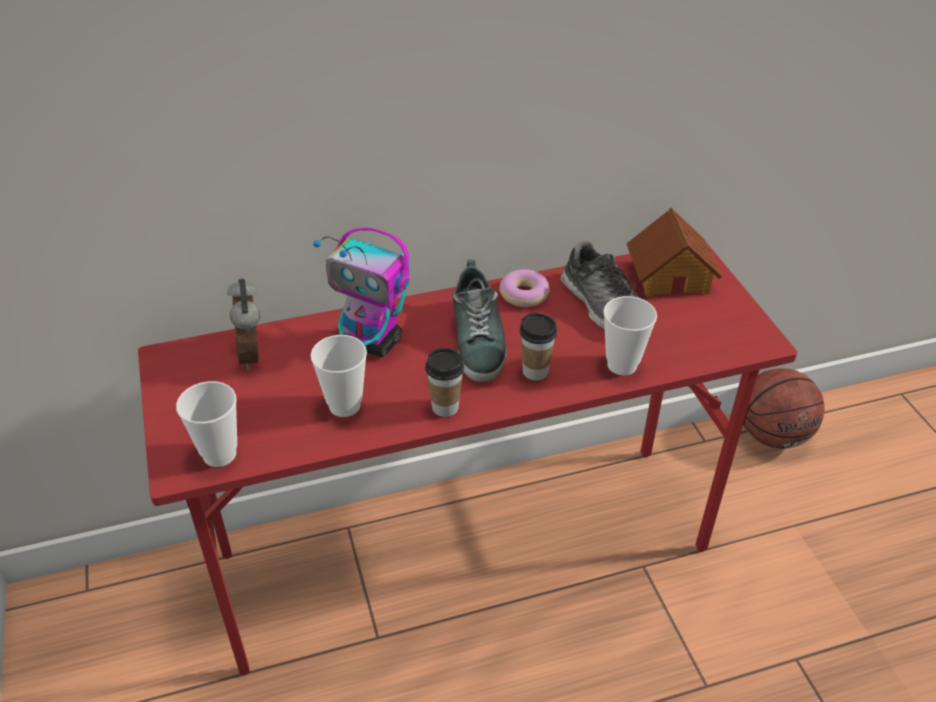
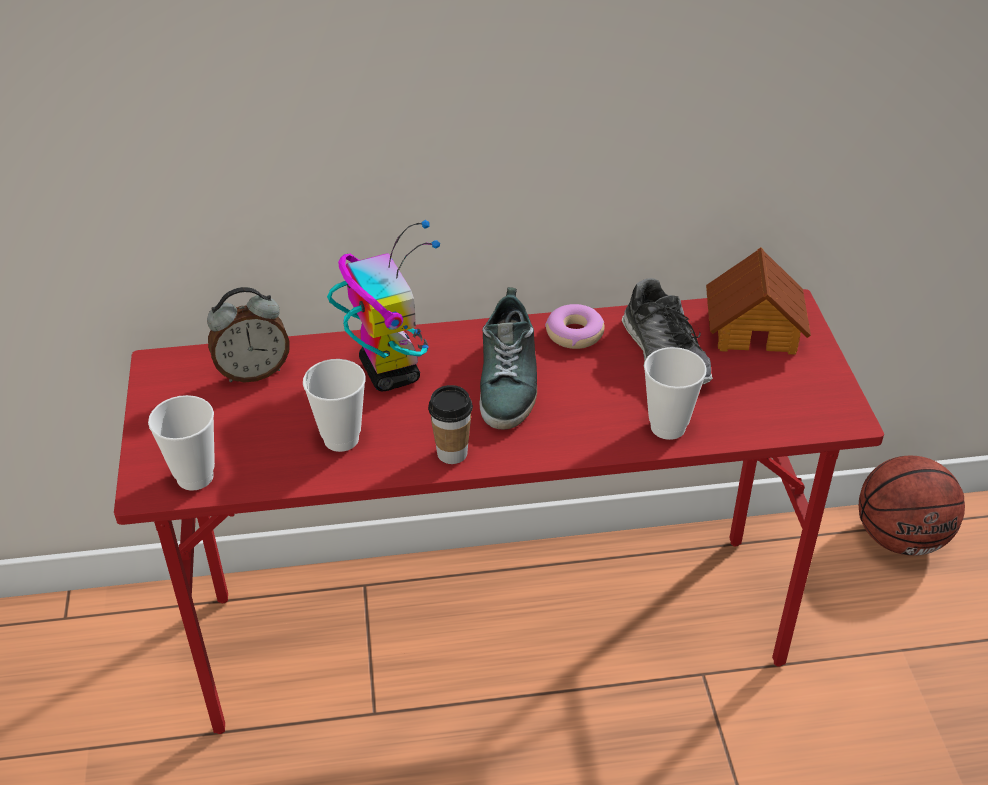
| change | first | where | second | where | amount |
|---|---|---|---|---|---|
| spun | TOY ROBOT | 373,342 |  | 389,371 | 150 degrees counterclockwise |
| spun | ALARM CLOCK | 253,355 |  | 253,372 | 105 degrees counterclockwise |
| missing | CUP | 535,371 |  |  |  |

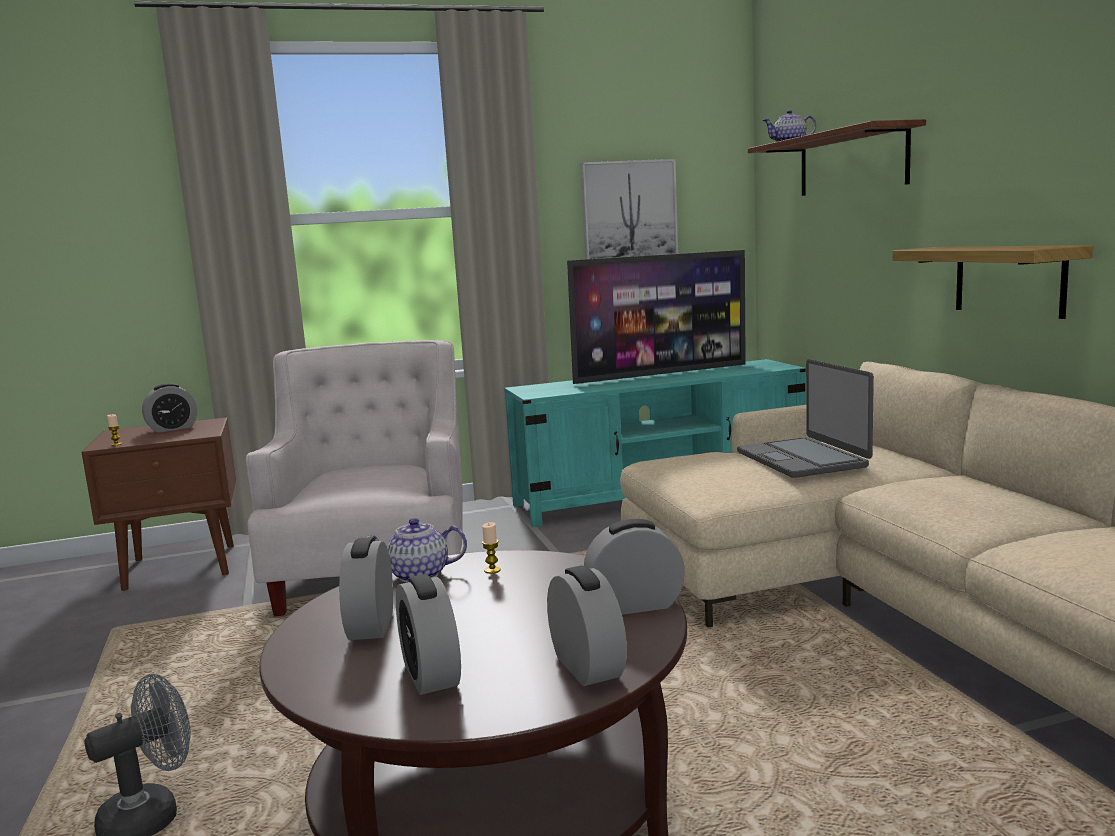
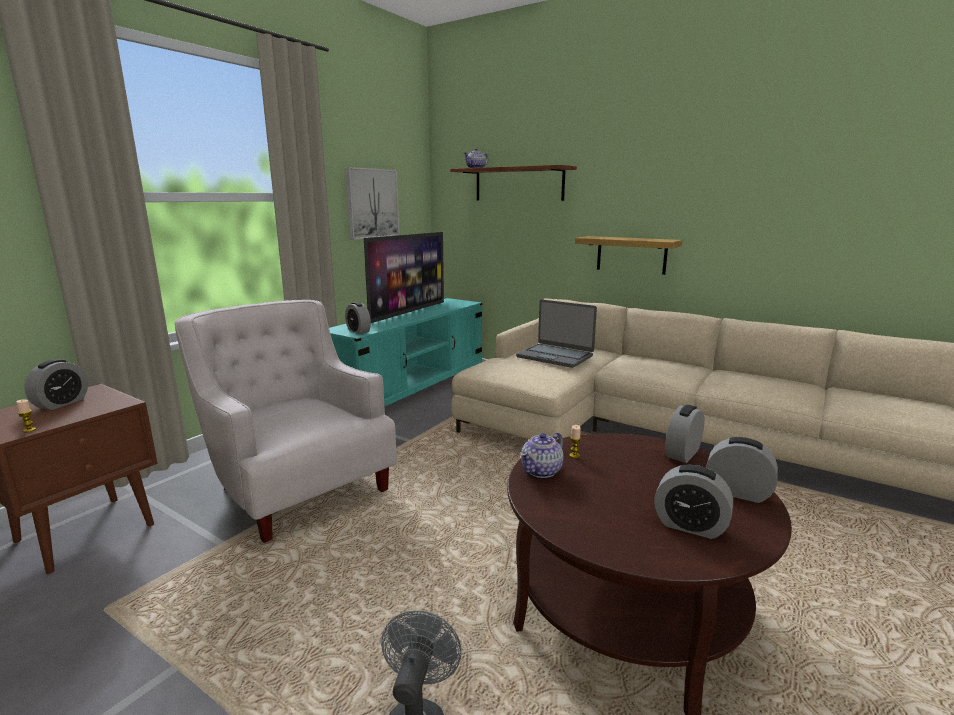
| change | first | where | second | where | amount |
|---|---|---|---|---|---|
| relocated | ALARM CLOCK | 371,625 |  | 358,331 |  |

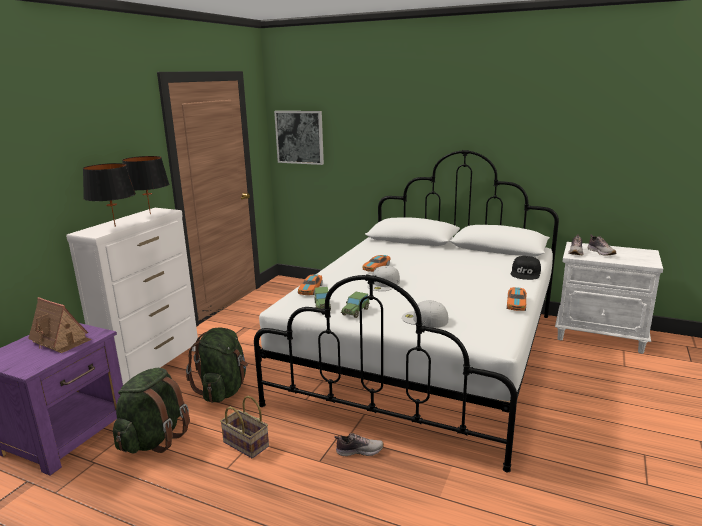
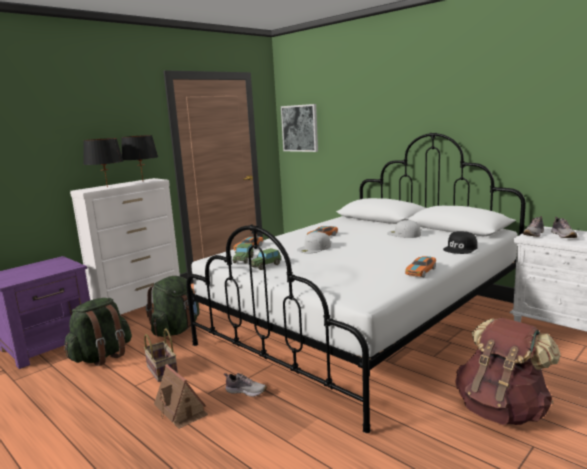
| change | first | where | second | where | amount |
|---|---|---|---|---|---|
| relocated | TOY HOUSE | 61,340 |  | 181,410 |  |
| relocated | WHITE CAP | 424,319 |  | 403,234 |  |
| appeared |  |  | BROWN BACKPACK | 502,410 |  |

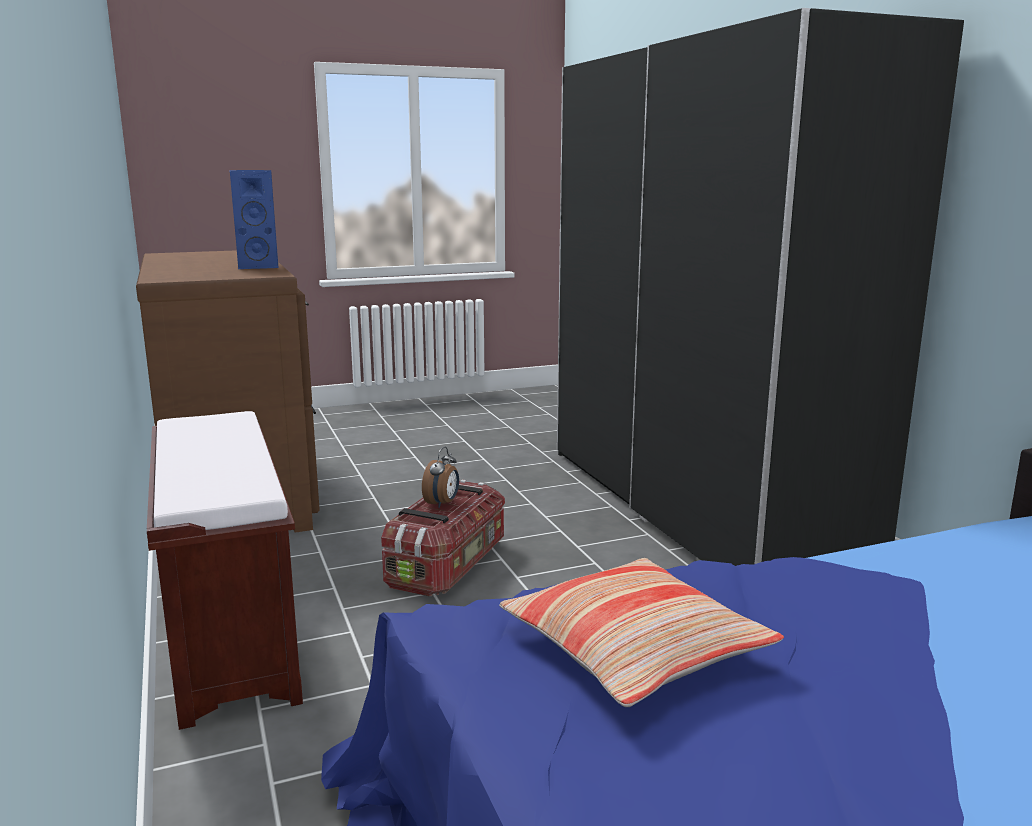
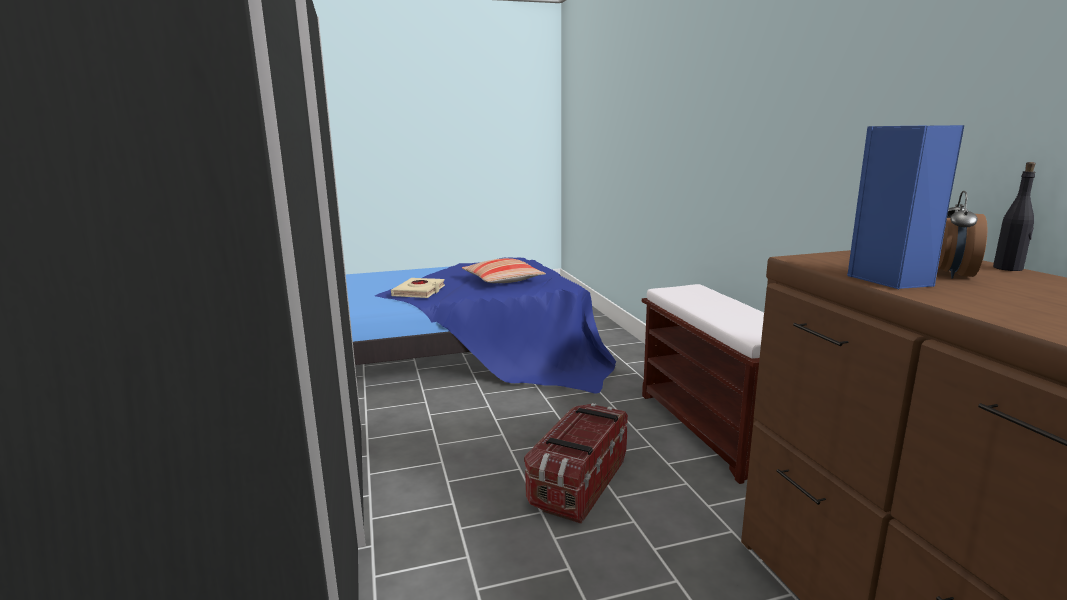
| change | first | where | second | where | amount |
|---|---|---|---|---|---|
| relocated | ALARM CLOCK | 442,503 |  | 951,275 |  |
| appeared |  |  | BLACK BOTTLE | 1008,268 |  |
| appeared |  |  | BEIGE BOOK | 419,292 |  |

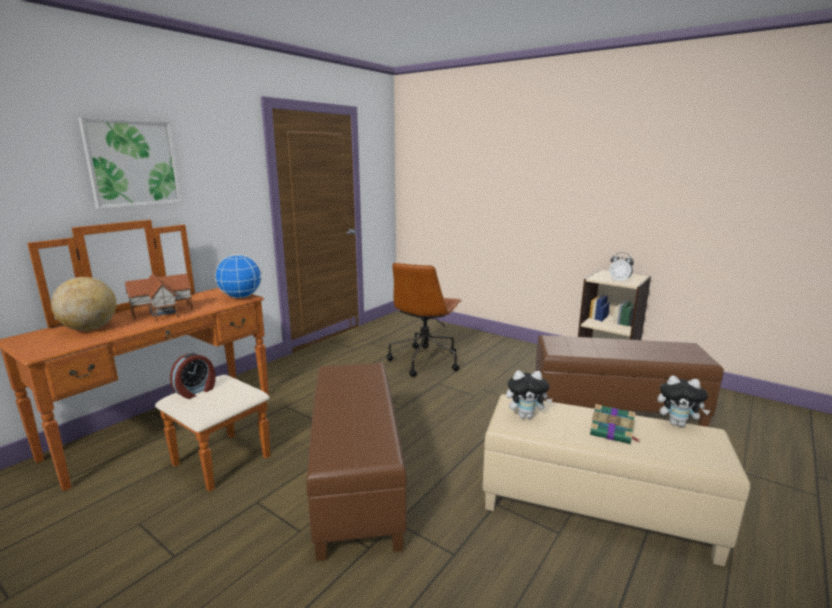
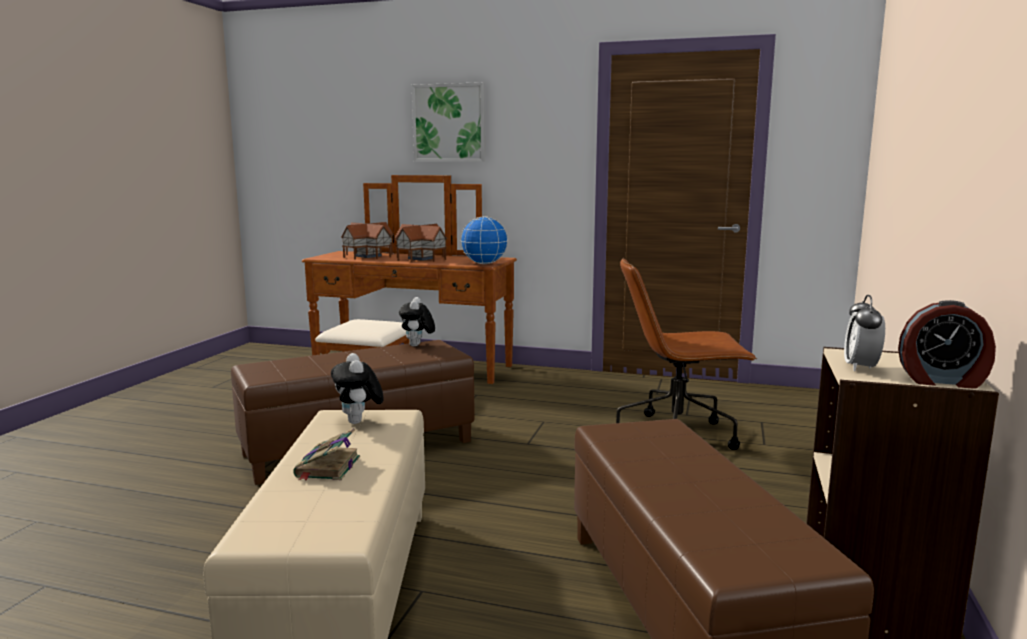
| change | first | where | second | where | amount |
|---|---|---|---|---|---|
| exchanged | GLOBE | 90,329 | TOY HOUSE | 369,256 |  |
| relocated | ALARM CLOCK | 196,391 |  | 942,381 |  |
| relocated | PLUSH TOY | 678,423 |  | 417,346 |  |

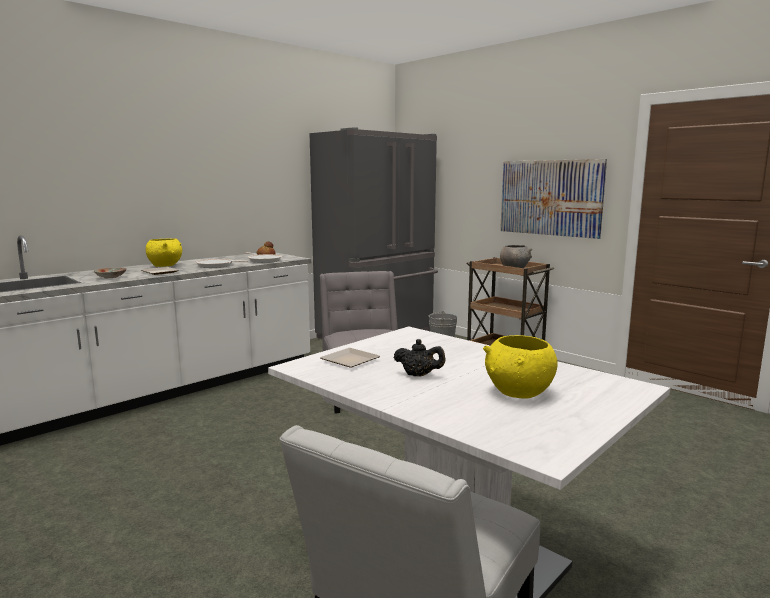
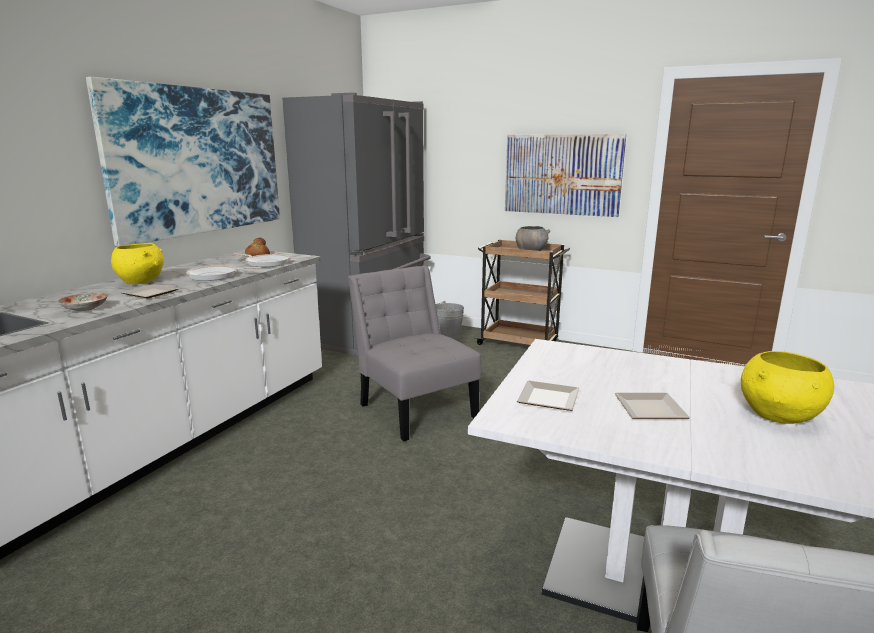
| change | first | where | second | where | amount |
|---|---|---|---|---|---|
| exchanged | BLACK TEAPOT | 419,375 | PLATE | 651,408 |  |
| appeared |  |  | PICTURE | 198,161 |  |

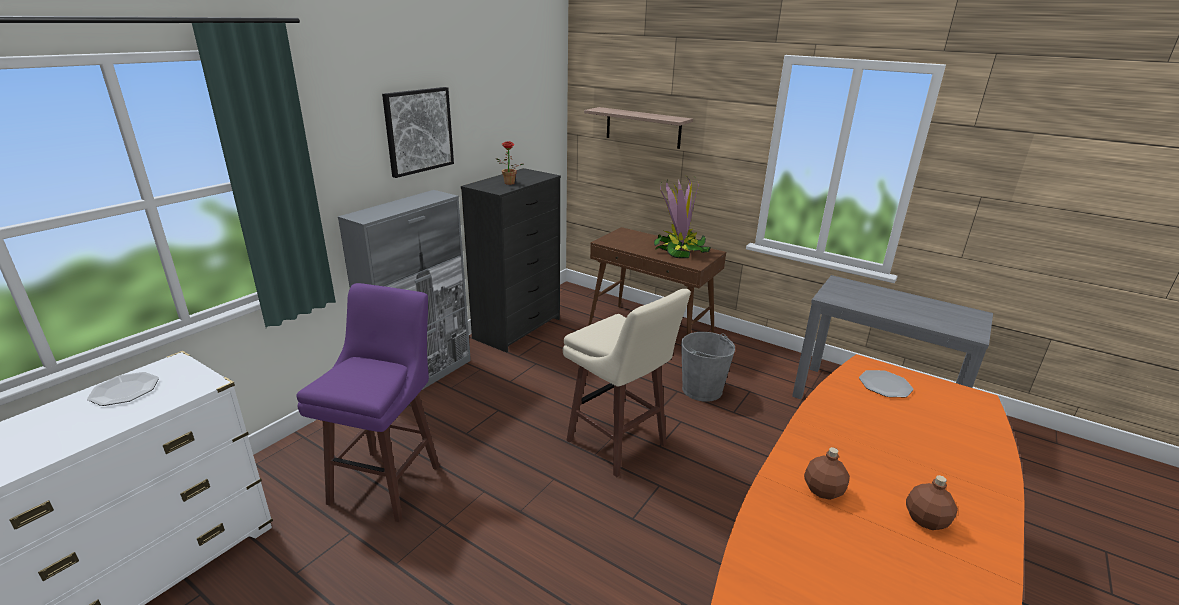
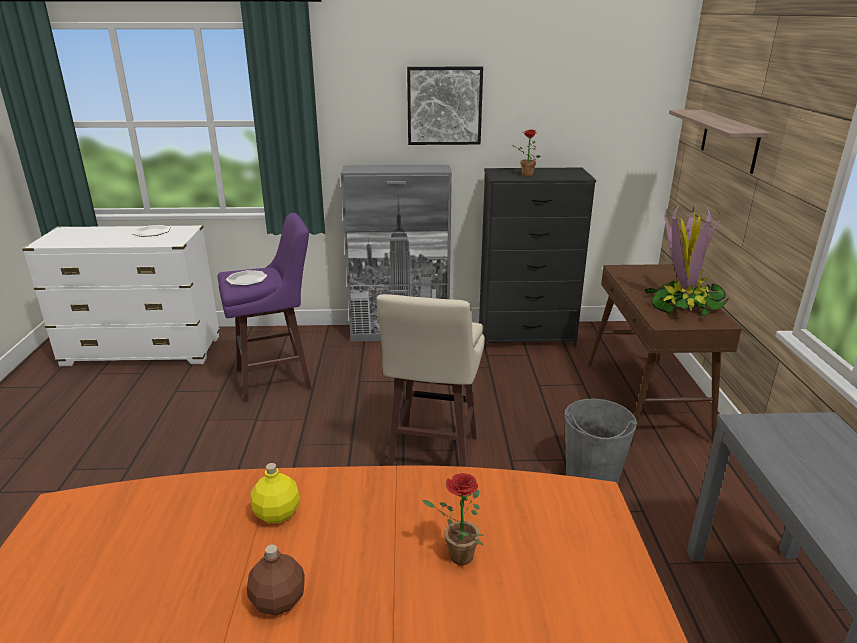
| change | first | where | second | where | amount |
|---|---|---|---|---|---|
| relocated | PLATE | 885,385 |  | 247,279 |  |
| colour | BROWN BOTTLE | 822,490 | YELLOW BOTTLE | 277,513 |  |
| appeared |  |  | POTTED PLANT | 456,556 |  |

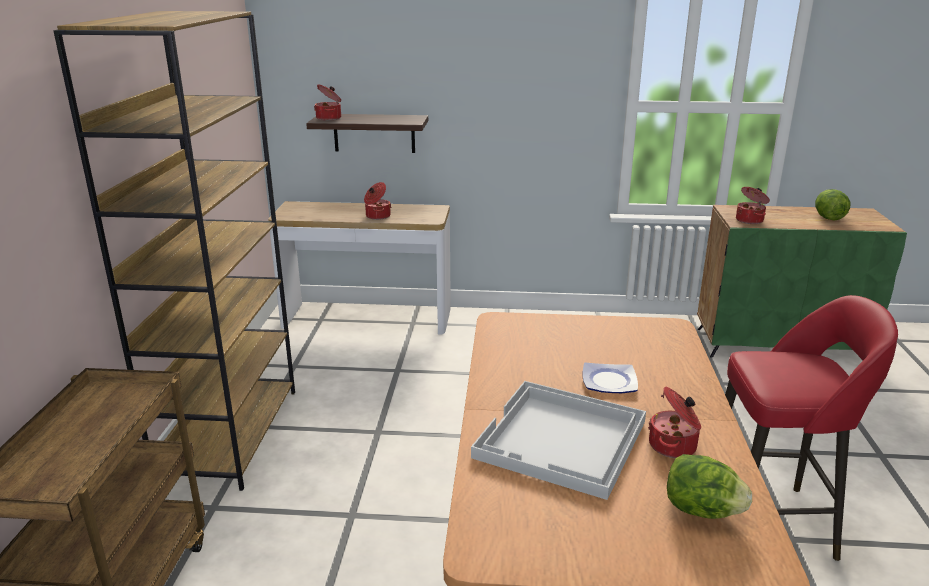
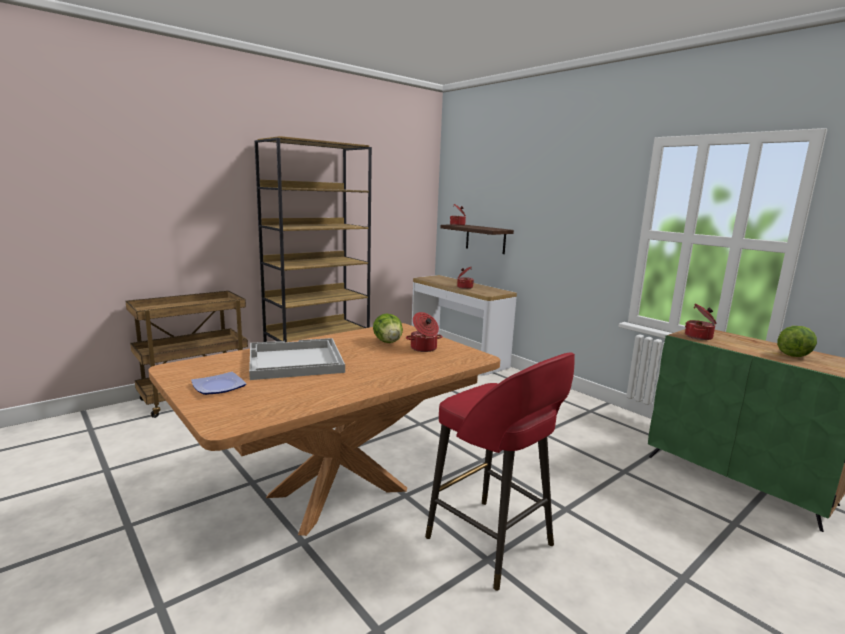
| change | first | where | second | where | amount |
|---|---|---|---|---|---|
| relocated | PLATE | 610,381 |  | 220,387 |  |
| relocated | COOKING POT | 674,446 |  | 423,348 |  |
| relocated | LETTUCE | 701,510 |  | 388,342 |  |

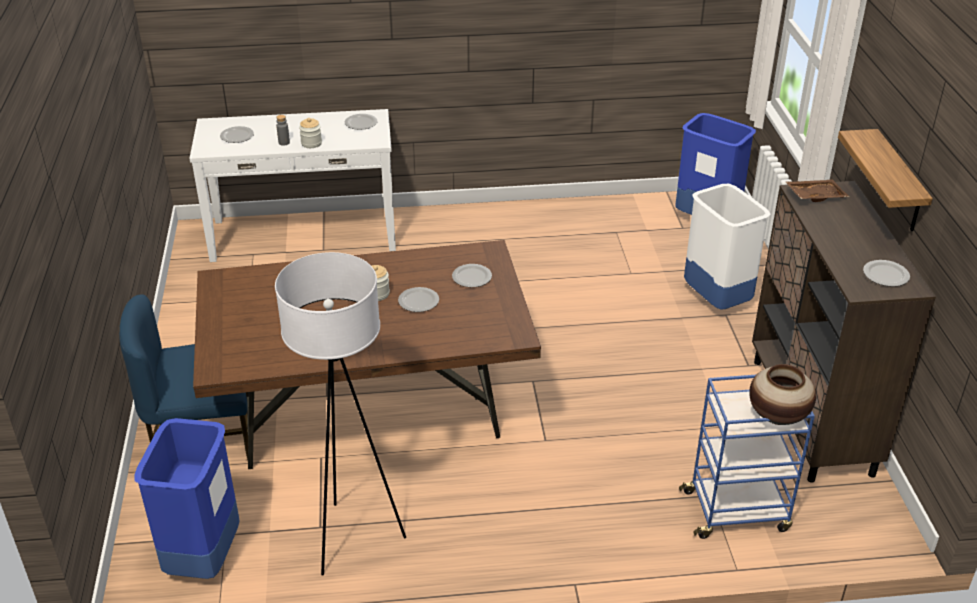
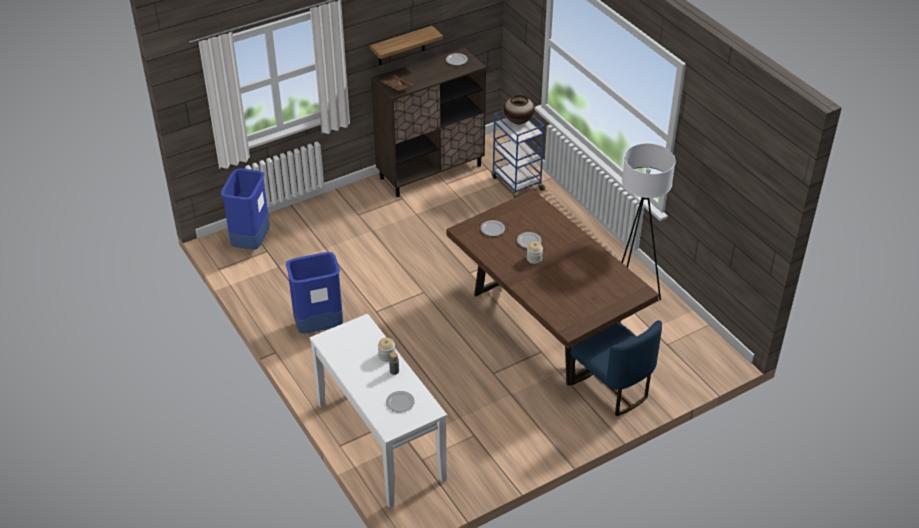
| change | first | where | second | where | amount |
|---|---|---|---|---|---|
| missing | PLATE | 360,123 |  |  |  |
| missing | WHITE TRASH CAN | 716,300 |  |  |  |
| relocated | BLUE TRASH CAN | 205,558 |  | 319,326 |  |

